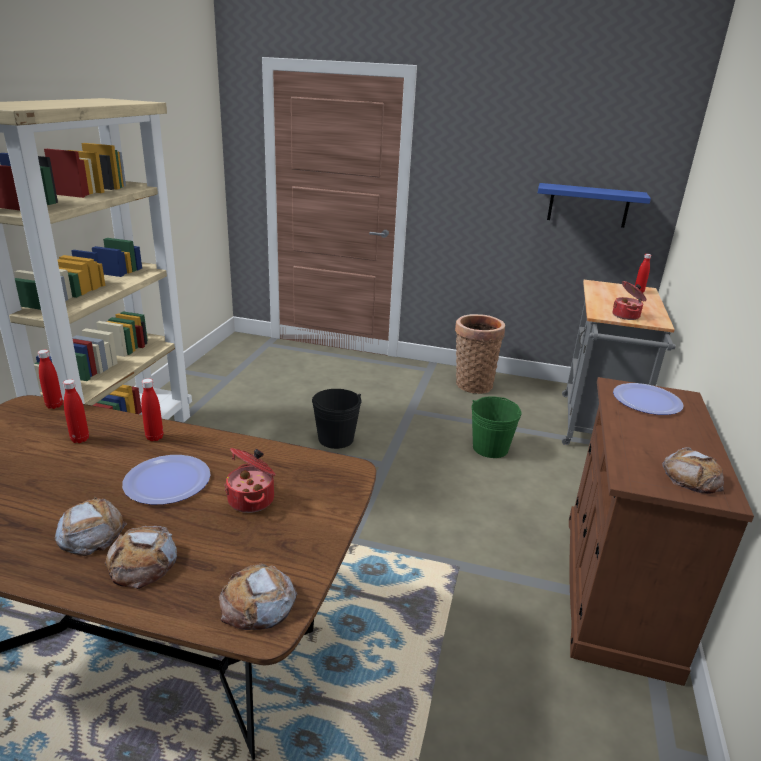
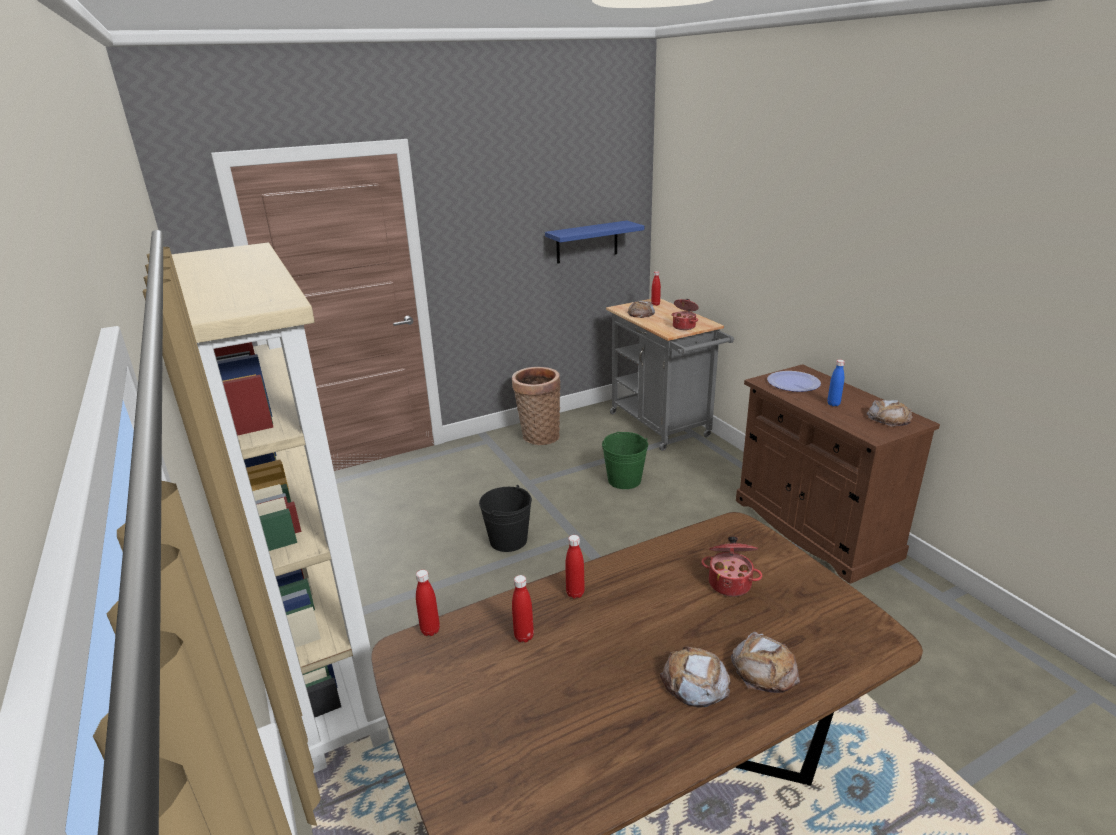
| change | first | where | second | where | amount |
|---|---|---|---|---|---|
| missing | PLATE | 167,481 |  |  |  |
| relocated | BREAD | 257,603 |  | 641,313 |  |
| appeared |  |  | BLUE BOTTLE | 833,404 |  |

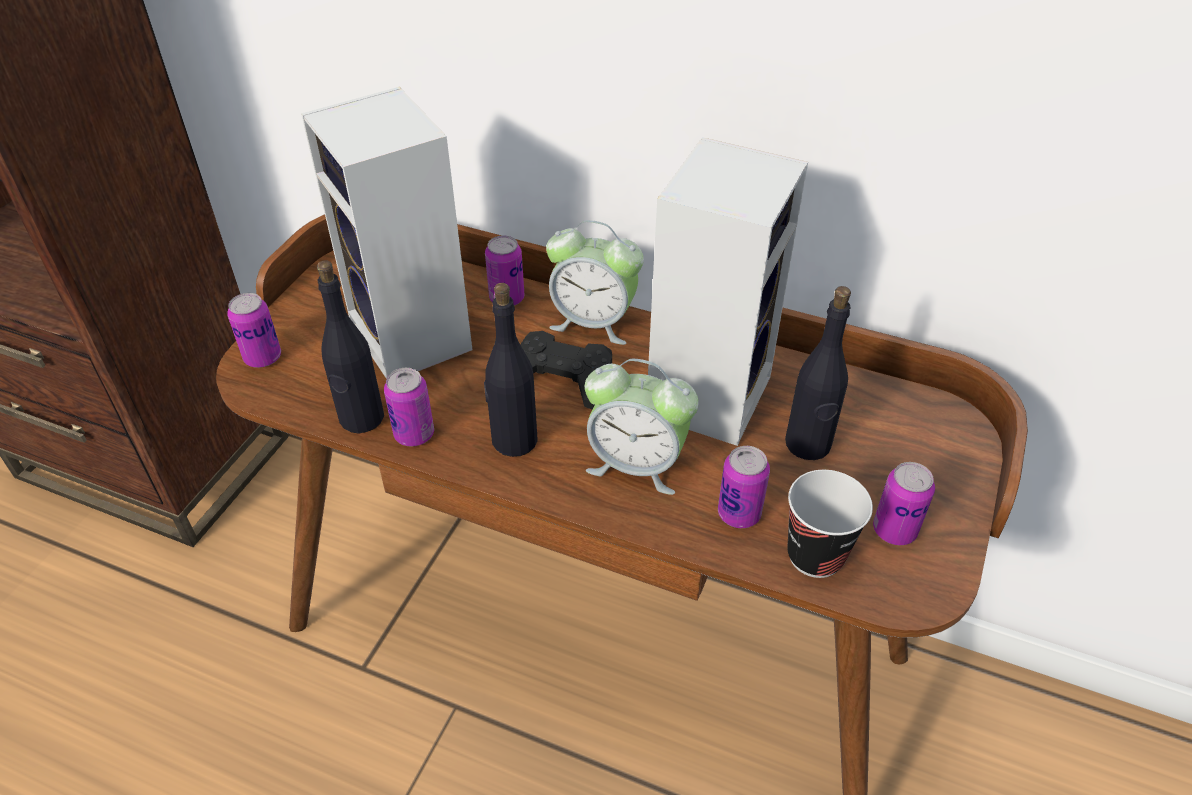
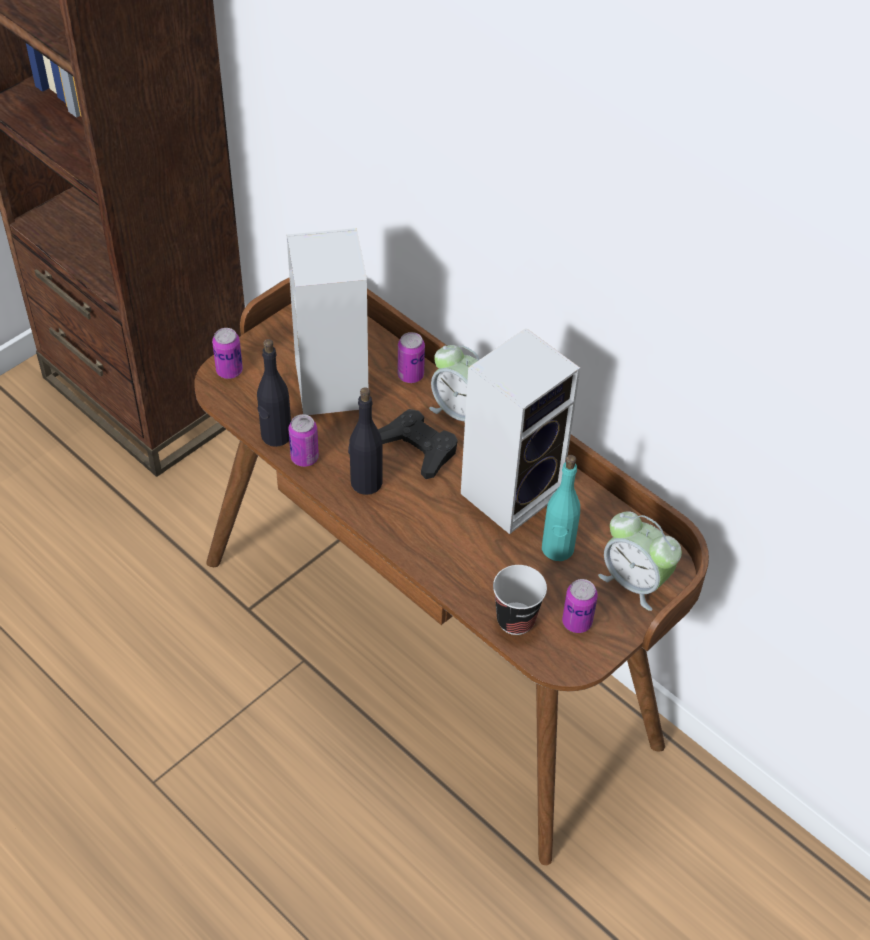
| change | first | where | second | where | amount |
|---|---|---|---|---|---|
| colour | BLACK BOTTLE | 808,444 | TURQUOISE BOTTLE | 557,549 |  |
| relocated | ALARM CLOCK | 637,464 |  | 634,582 |  |
| missing | CAN | 739,514 |  |  |  |

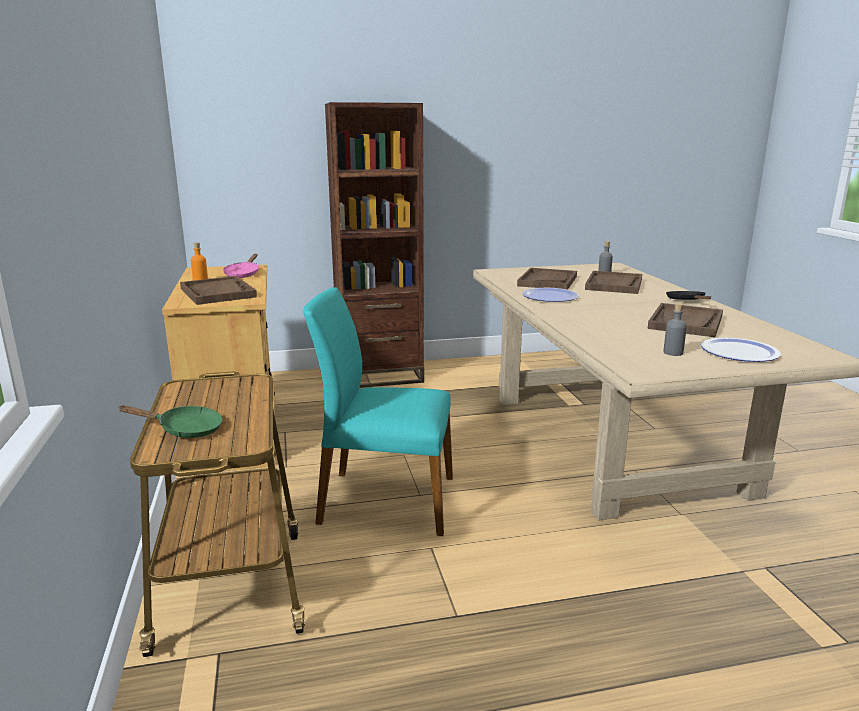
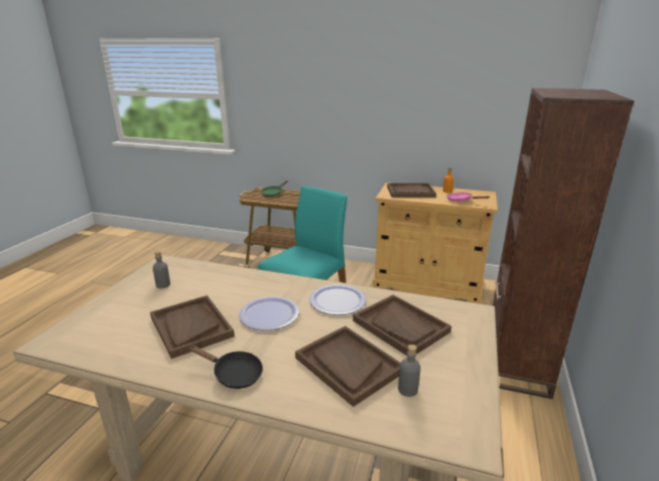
| change | first | where | second | where | amount |
|---|---|---|---|---|---|
| relocated | PLATE | 739,352 |  | 269,314 |  |

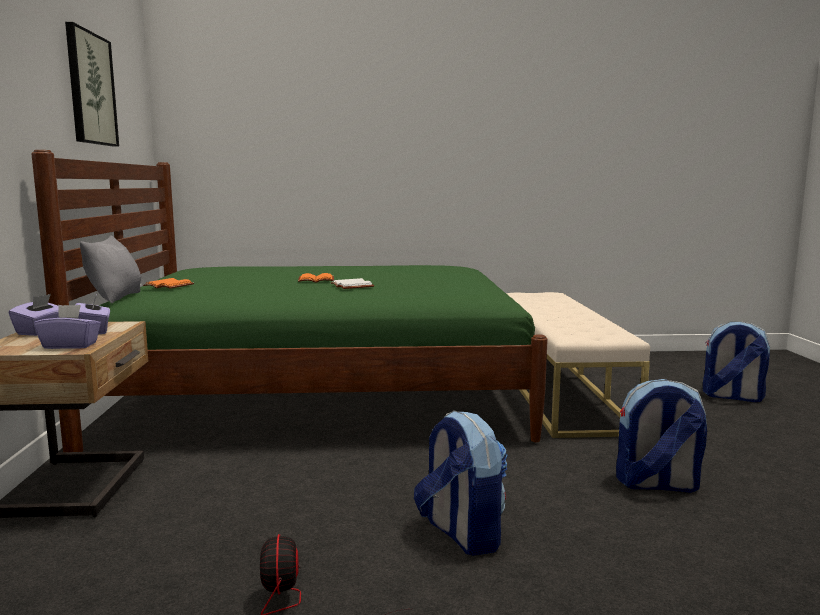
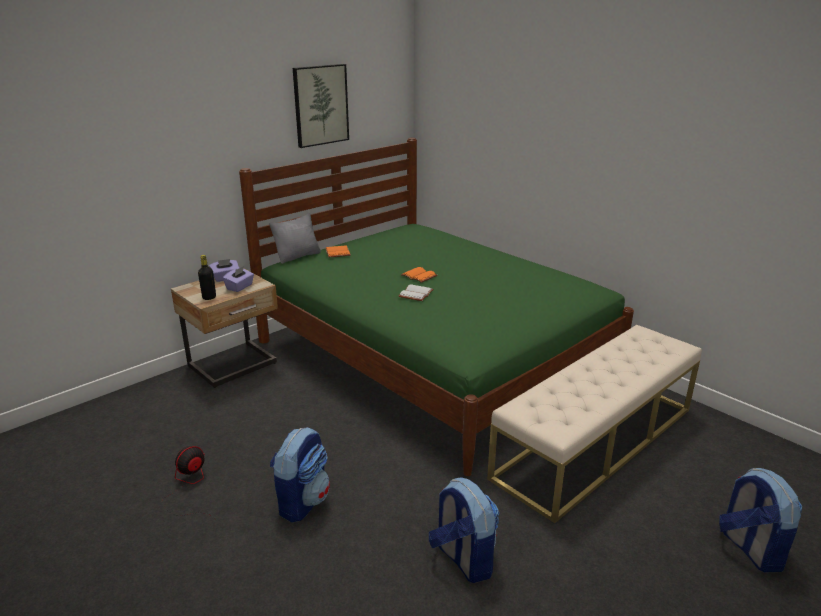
| change | first | where | second | where | amount |
|---|---|---|---|---|---|
| exchanged | PURPLE TISSUE BOX | 70,345 | BLACK BOTTLE | 209,297 |  |

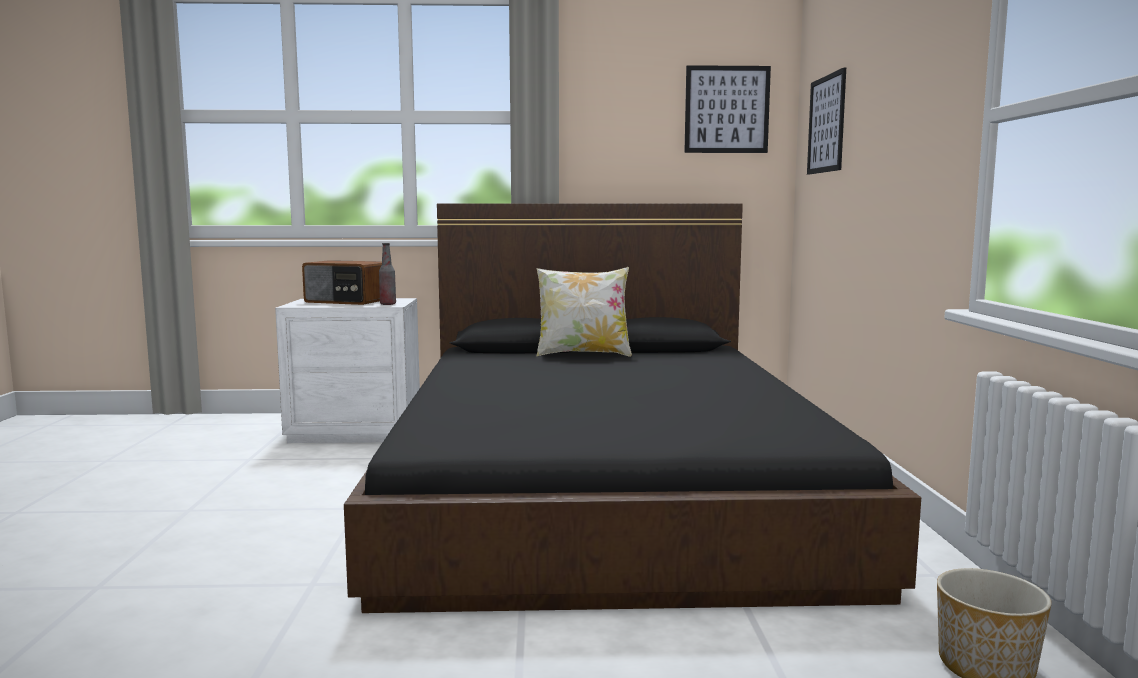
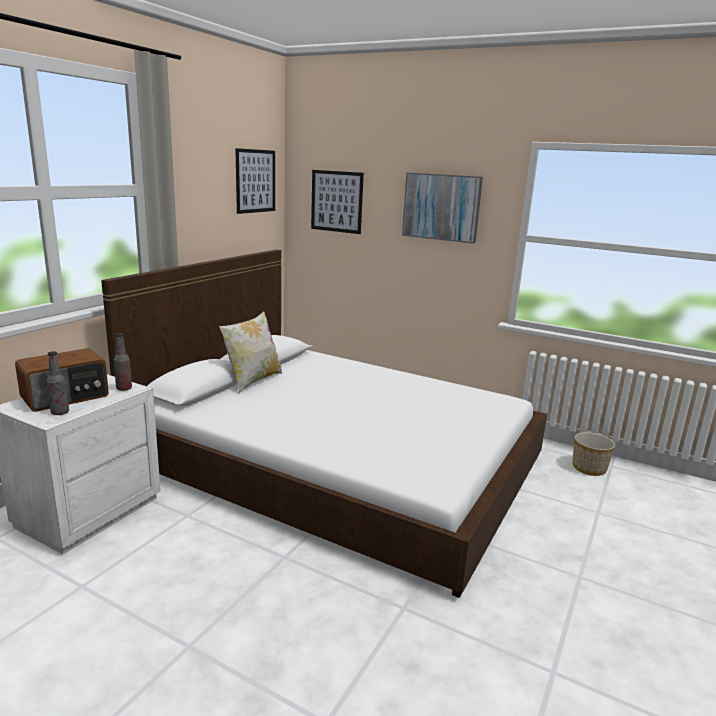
| change | first | where | second | where | amount |
|---|---|---|---|---|---|
| colour | BLACK BED | 605,482 | WHITE BED | 338,461 |  |
| appeared |  |  | PICTURE | 441,207 |  |
| appeared |  |  | BOTTLE | 60,412 |  |

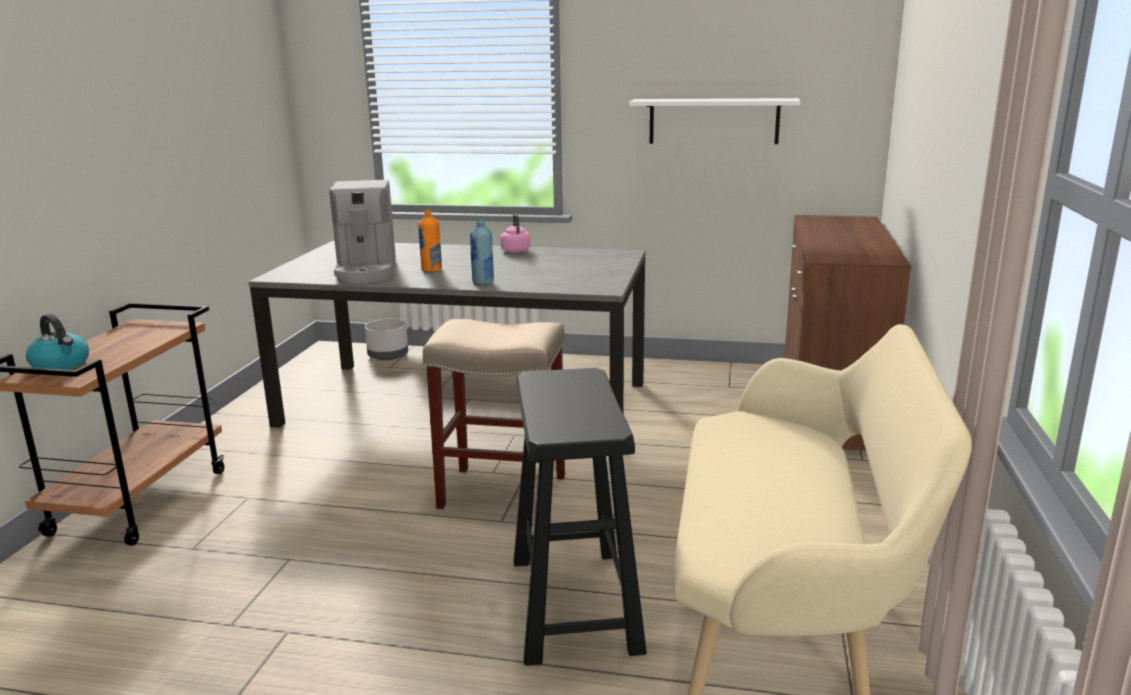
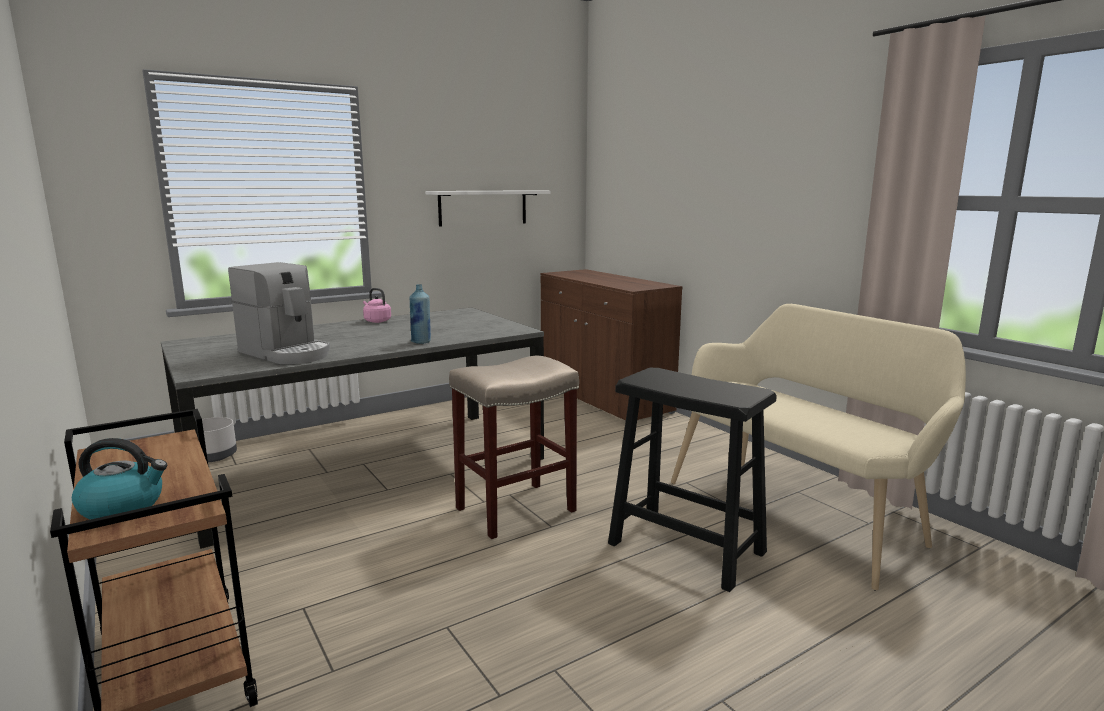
| change | first | where | second | where | amount |
|---|---|---|---|---|---|
| missing | ORANGE BOTTLE | 431,270 |  |  |  |

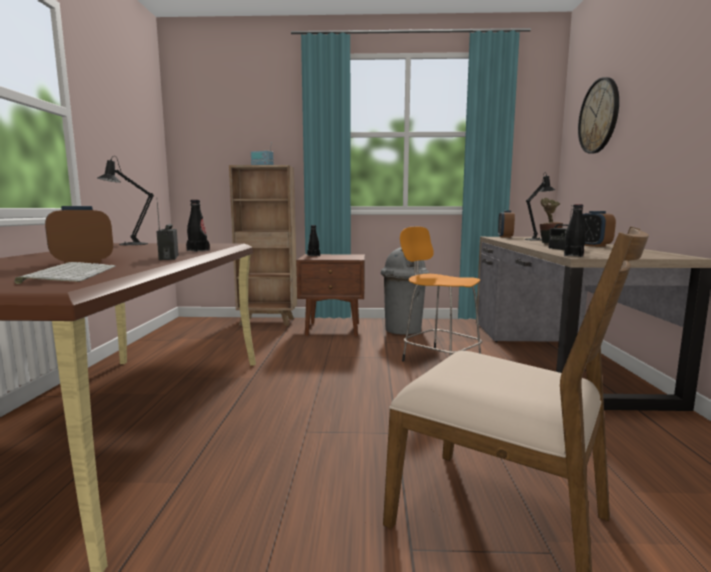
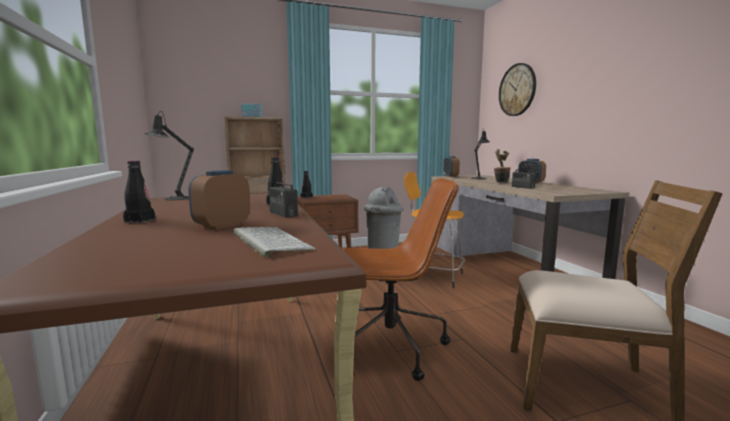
| change | first | where | second | where | amount |
|---|---|---|---|---|---|
| relocated | BLACK BOTTLE | 573,255 |  | 140,221 |  |
| appeared |  |  | BROWN OFFICE CHAIR | 388,348 |  |

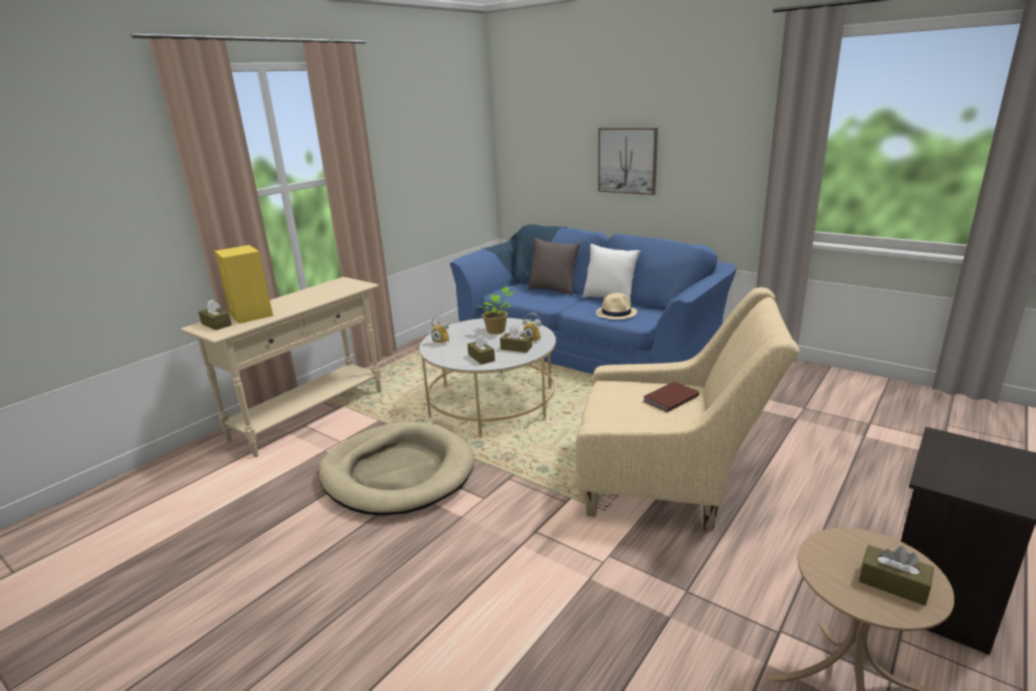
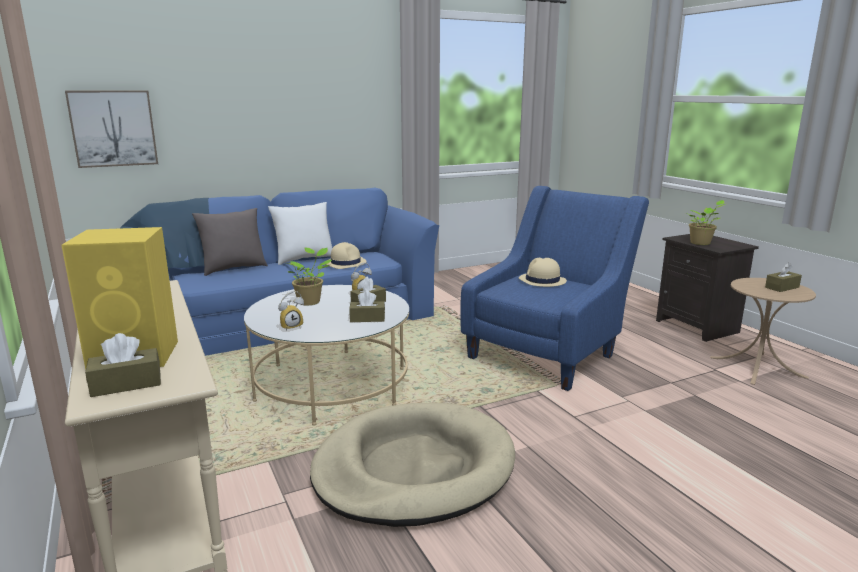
| change | first | where | second | where | amount |
|---|---|---|---|---|---|
| relocated | PICTURE | 627,160 |  | 113,128 |  |
| colour | BEIGE ARMCHAIR | 671,483 | BLUE ARMCHAIR | 548,352 |  |
| exchanged | BROWN BOOK | 669,398 | BEIGE HAT | 542,281 |  |
| appeared |  |  | POTTED PLANT | 701,243 |  |

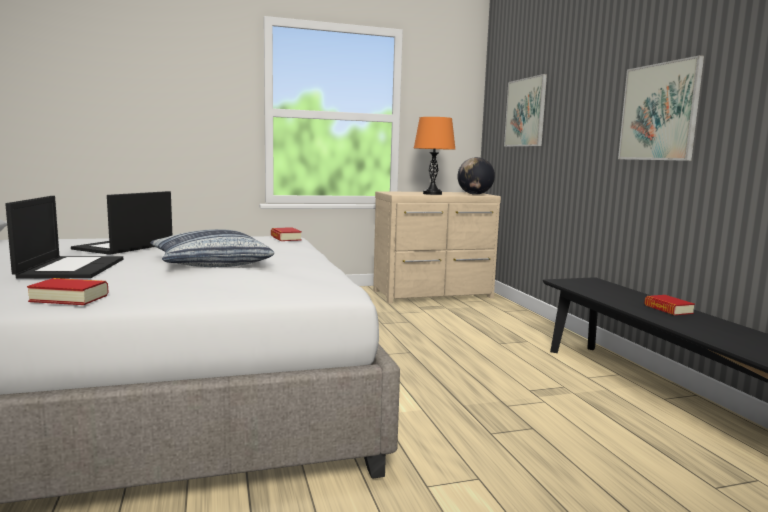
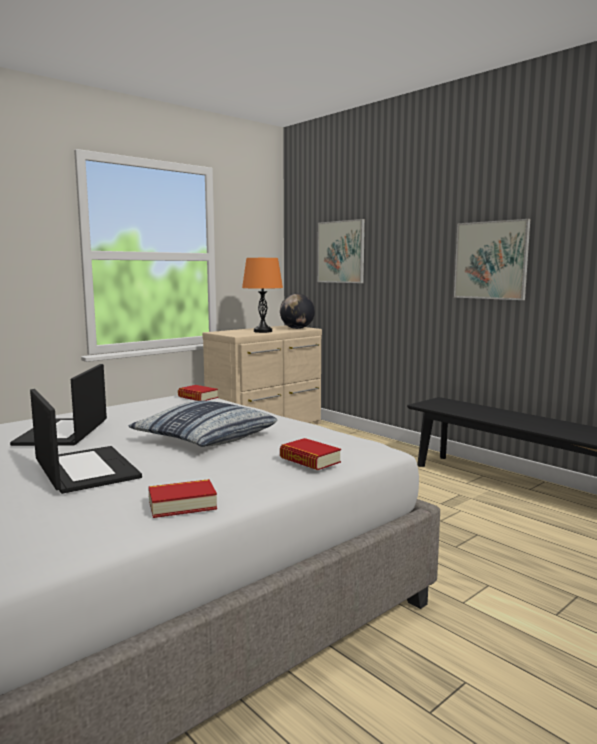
| change | first | where | second | where | amount |
|---|---|---|---|---|---|
| relocated | BOOK | 668,309 |  | 310,460 |  |

